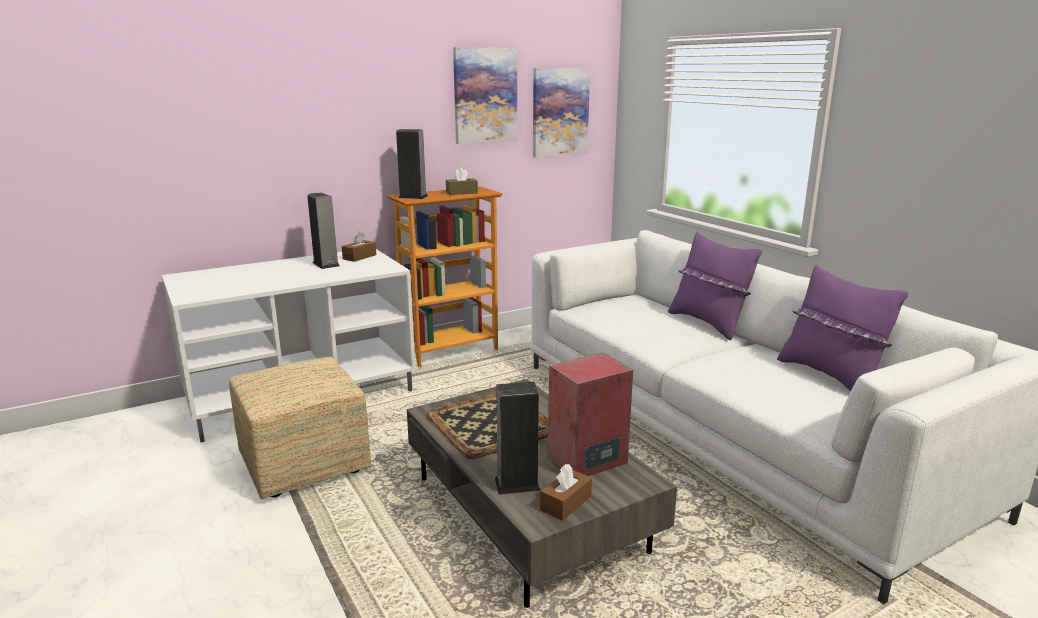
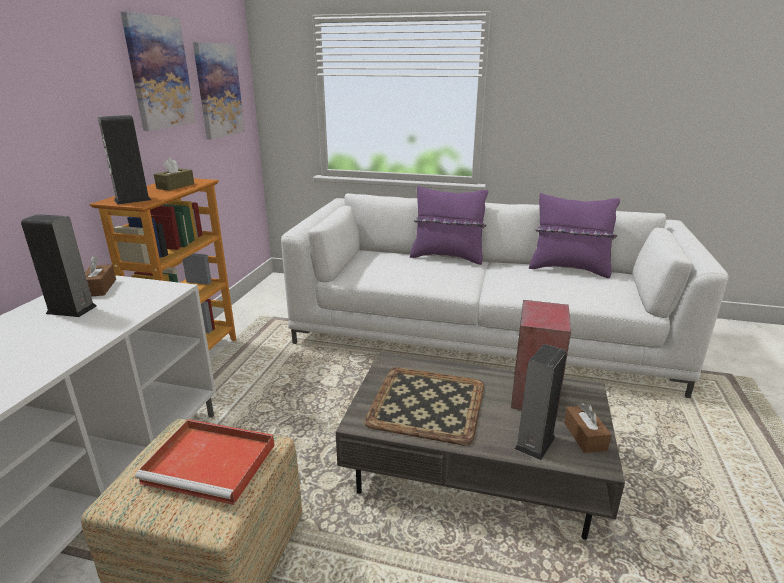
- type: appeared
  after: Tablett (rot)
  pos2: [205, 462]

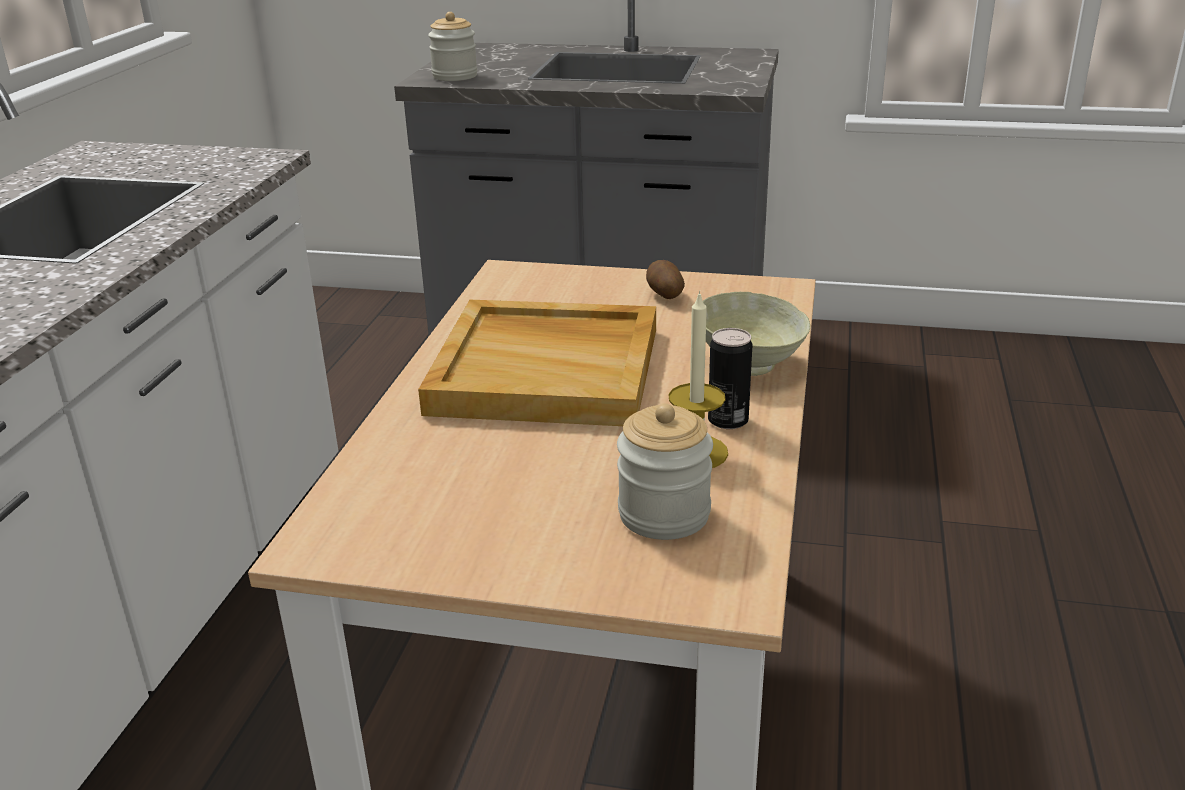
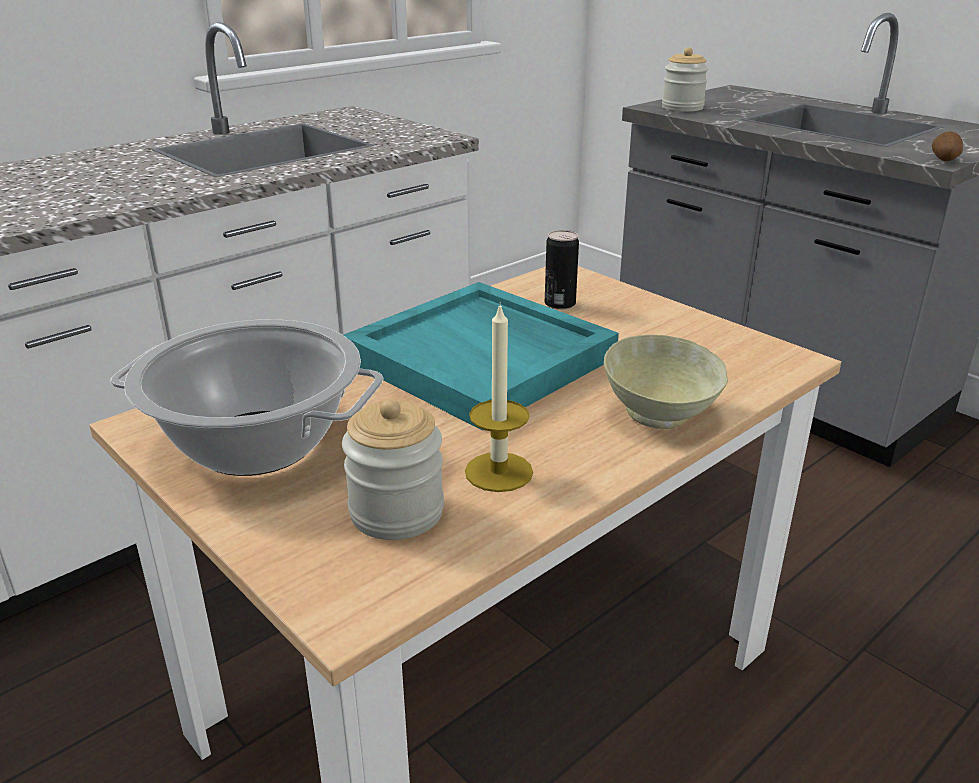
- type: relocated
  before: Kartoffel
  pos1: [665, 279]
  pos2: [947, 146]
- type: colour
  before: Tablett (beige)
  after: Tablett (türkis)
  pos1: [537, 363]
  pos2: [481, 356]
- type: relocated
  before: Dose
  pos1: [730, 378]
  pos2: [562, 270]
- type: appeared
  after: Kochtopf
  pos2: [246, 397]

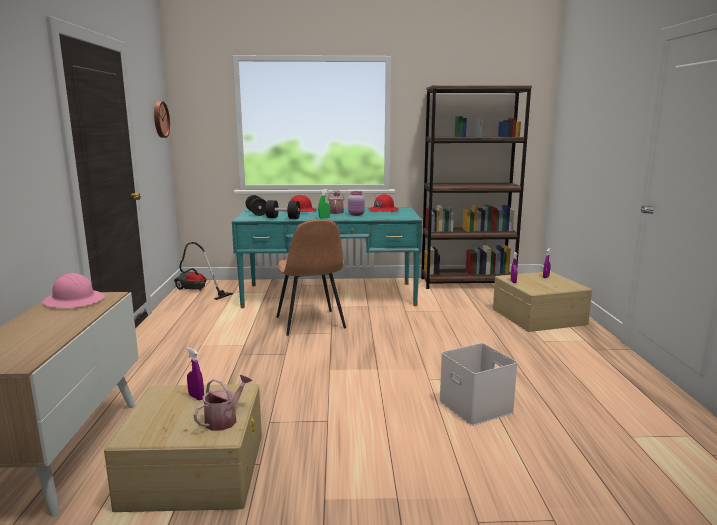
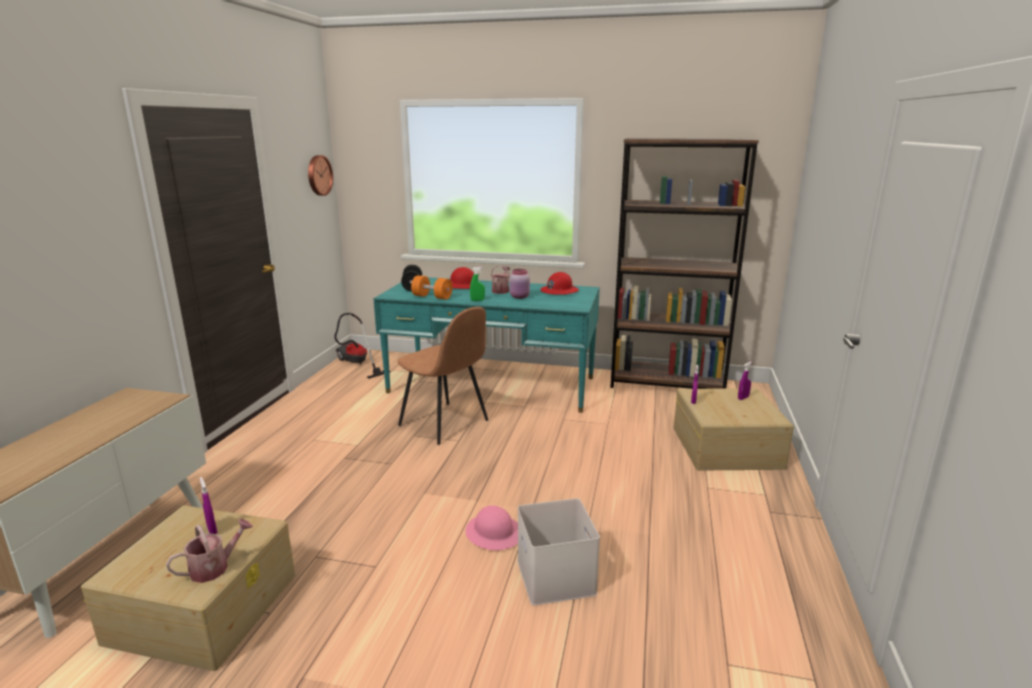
- type: colour
  before: Hantel (schwarz)
  after: Hantel (orange)
  pos1: [282, 209]
  pos2: [431, 287]
- type: spun
  before: Stuhl (braun)
  pos1: [311, 277]
  pos2: [442, 376]
  turn: -45
- type: relocated
  before: Schutzhelm (rosa)
  pos1: [73, 290]
  pos2: [491, 527]

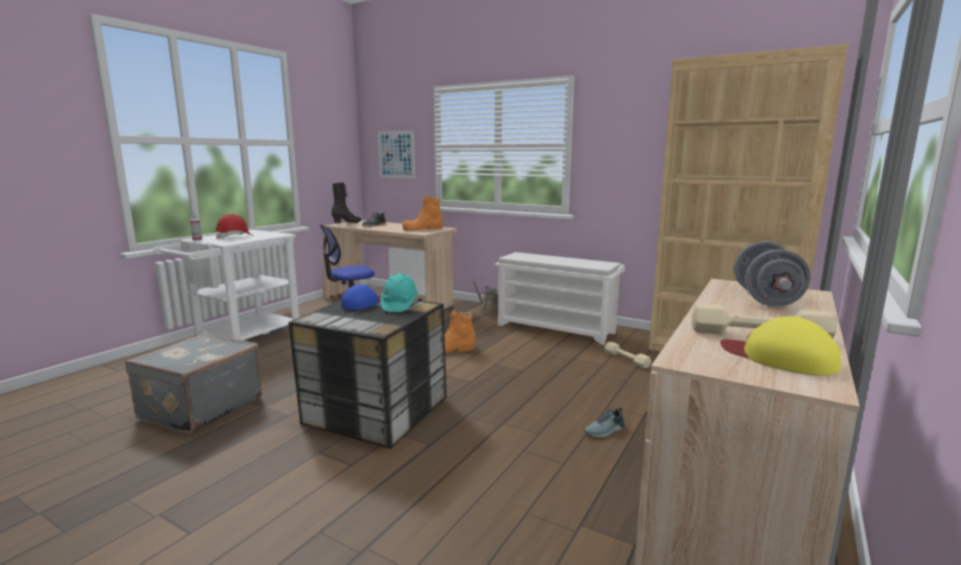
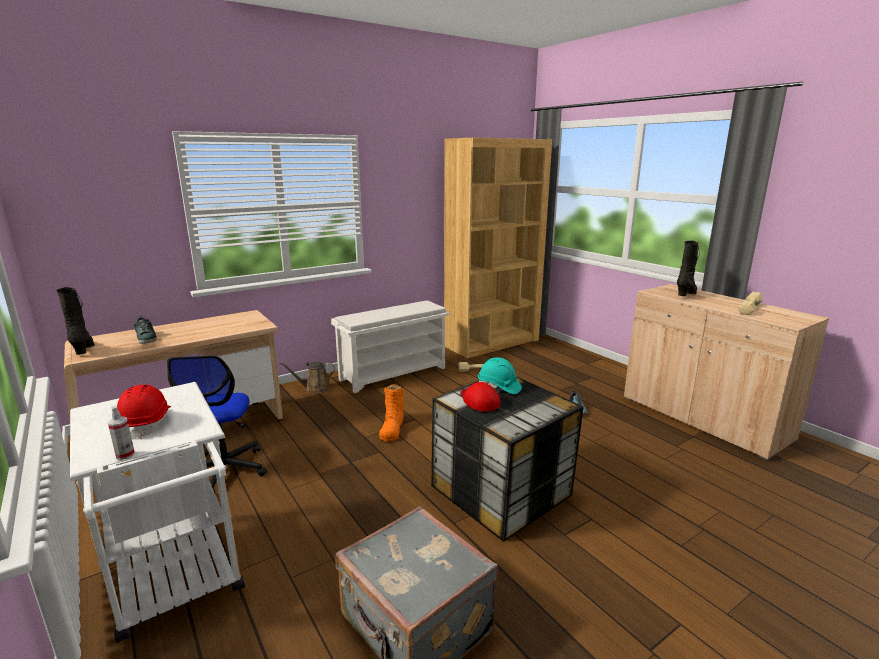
- type: missing
  before: Bild
  pos1: [396, 154]
- type: missing
  before: Stiefel (orange)
  pos1: [422, 213]
- type: exchanged
  before: Hantel (grau)
  after: Stiefel (schwarz)
  pos1: [772, 274]
  pos2: [688, 268]
- type: colour
  before: Kappe (blau)
  after: Kappe (rot)
  pos1: [361, 297]
  pos2: [480, 396]
- type: missing
  before: Kappe (gelb)
  pos1: [780, 346]

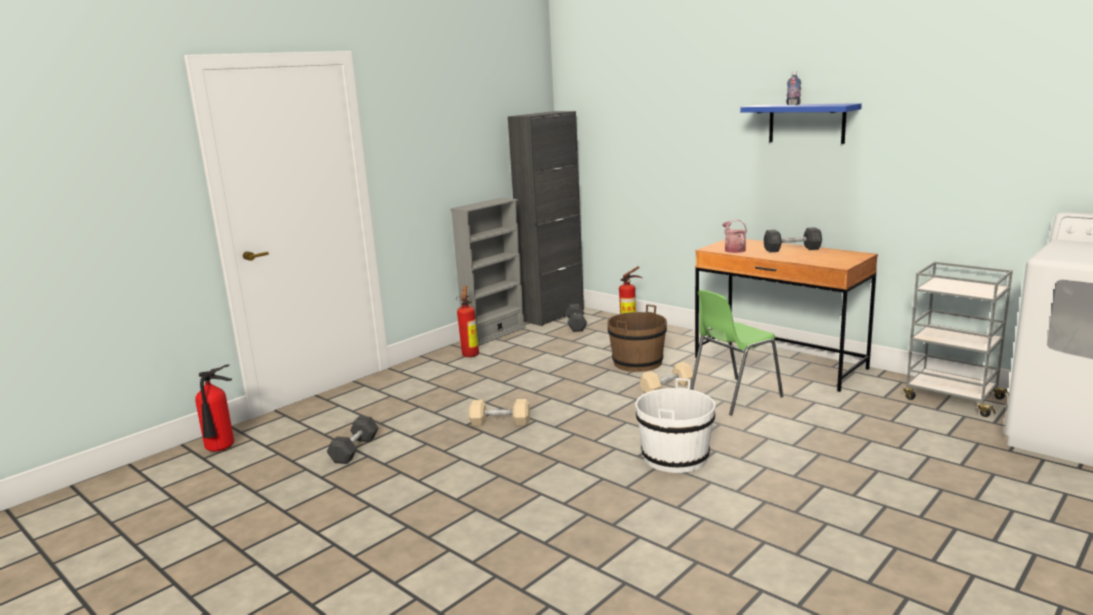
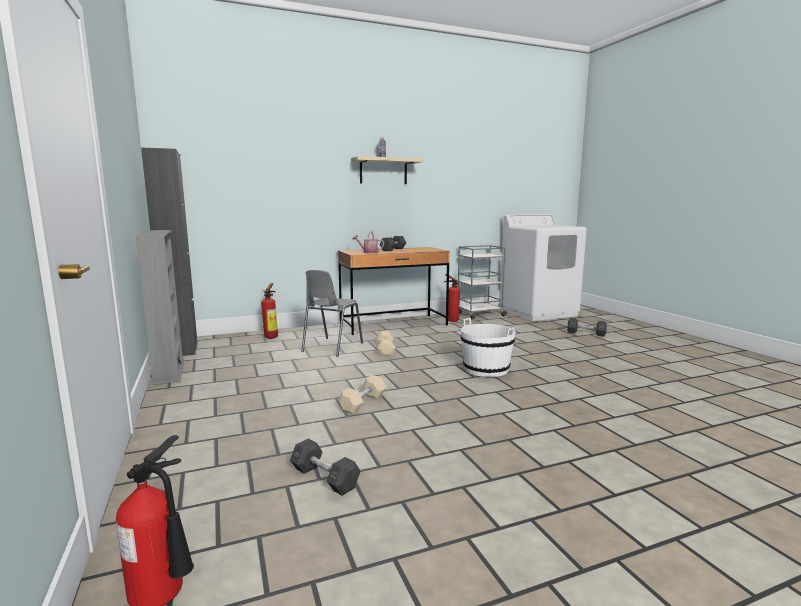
- type: colour
  before: Wandregal (blau)
  after: Wandregal (beige)
  pos1: [801, 123]
  pos2: [387, 170]
- type: relocated
  before: Feuerlöscher
  pos1: [468, 321]
  pos2: [451, 298]
- type: missing
  before: Stuhl (grün)
  pos1: [737, 353]
- type: relocated
  before: Hantel (grau)
  pos1: [576, 318]
  pos2: [587, 327]
- type: exchanged
  before: Eimer (braun)
  after: Stuhl (grau)
  pos1: [637, 338]
  pos2: [332, 313]

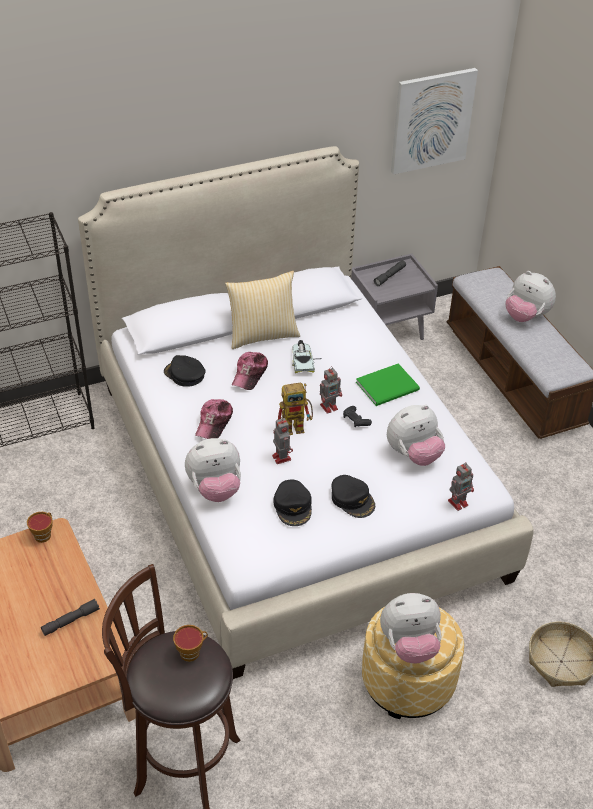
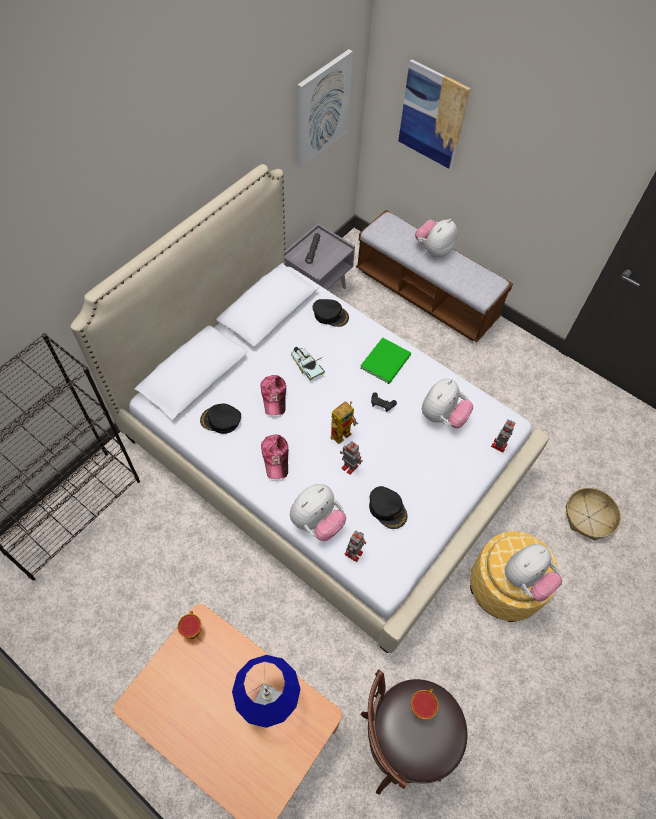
- type: missing
  before: Kissen
  pos1: [262, 310]
- type: spun
  before: Plüschtier
  pos1: [531, 296]
  pos2: [436, 238]
  turn: 120
- type: relocated
  before: Spielzeugroboter
  pos1: [331, 390]
  pos2: [355, 546]
- type: relocated
  before: Kappe (schwarz)
  pos1: [353, 496]
  pos2: [331, 313]
- type: exchanged
  before: Taschenlampe (grau)
  after: Tischlampe (blau)
  pos1: [70, 617]
  pos2: [266, 691]
- type: appeared
  after: Bild
  pos2: [434, 114]

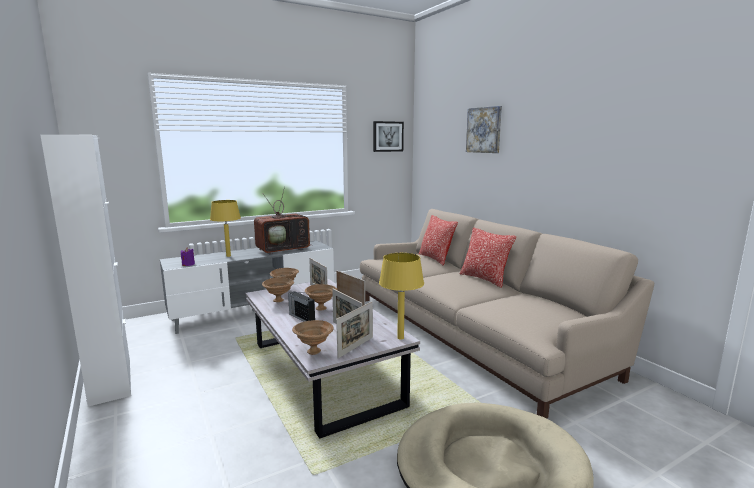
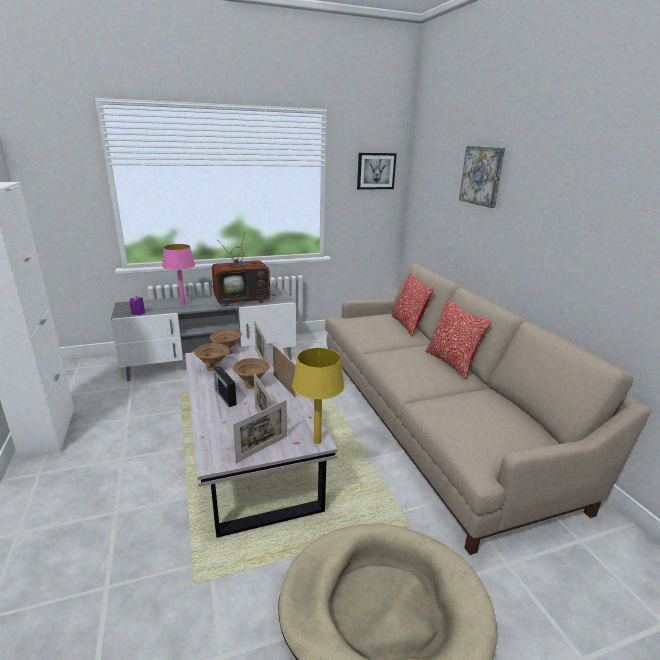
- type: colour
  before: Tischlampe (gelb)
  after: Tischlampe (rosa)
  pos1: [225, 228]
  pos2: [178, 274]
- type: missing
  before: Schüssel (braun)
  pos1: [313, 337]

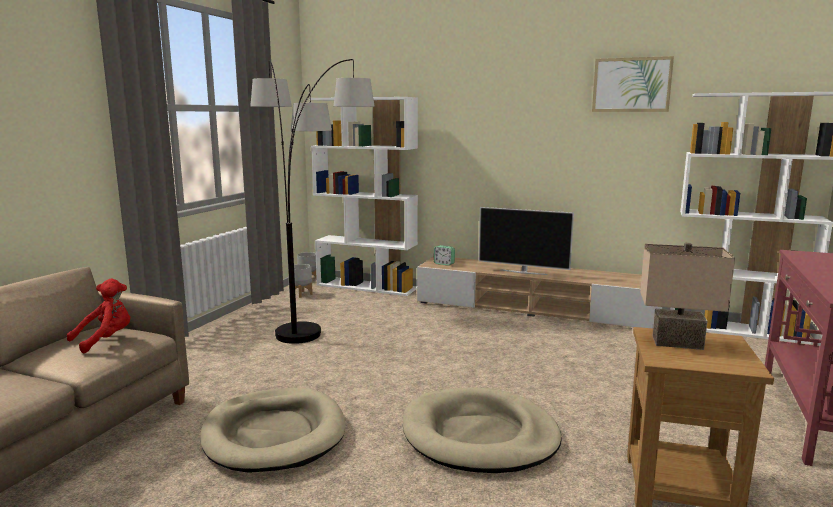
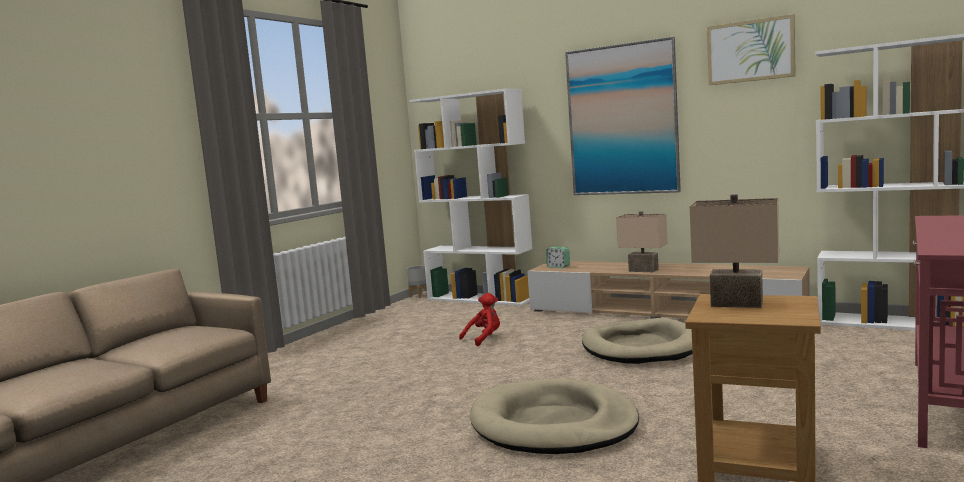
- type: missing
  before: Stehlampe
  pos1: [313, 201]
- type: exchanged
  before: Fernseher
  after: Tischlampe (beige)
  pos1: [526, 241]
  pos2: [642, 241]
- type: missing
  before: Pflanzkübel (grau)
  pos1: [303, 281]
- type: relocated
  before: Plüschtier (rot)
  pos1: [98, 316]
  pos2: [479, 319]
- type: relocated
  before: Hundebett (beige)
  pos1: [273, 430]
  pos2: [637, 341]
- type: appeared
  after: Bild
  pos2: [623, 116]

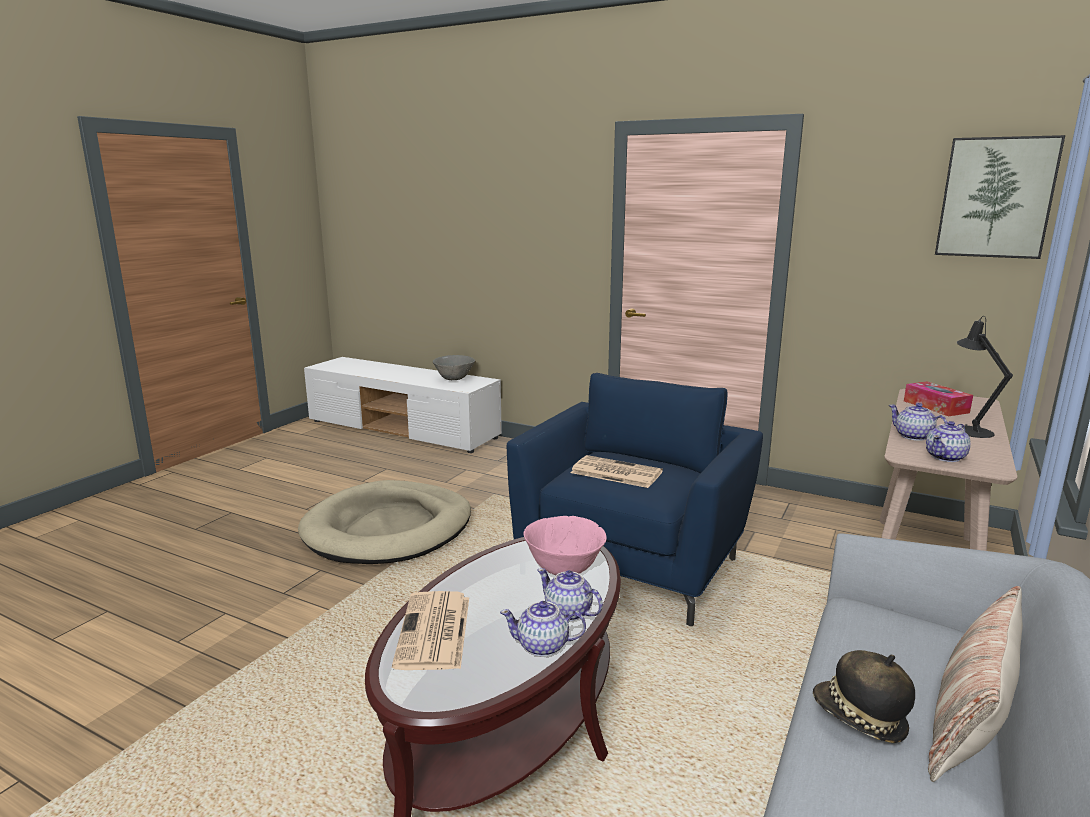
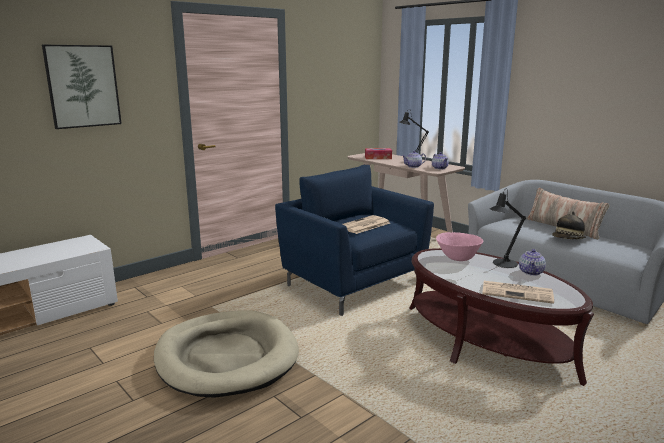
- type: relocated
  before: Bild
  pos1: [1000, 197]
  pos2: [82, 87]
- type: missing
  before: Schüssel (grau)
  pos1: [454, 367]
- type: exchanged
  before: Teekanne
  after: Tischlampe (schwarz)
  pos1: [570, 595]
  pos2: [508, 228]

